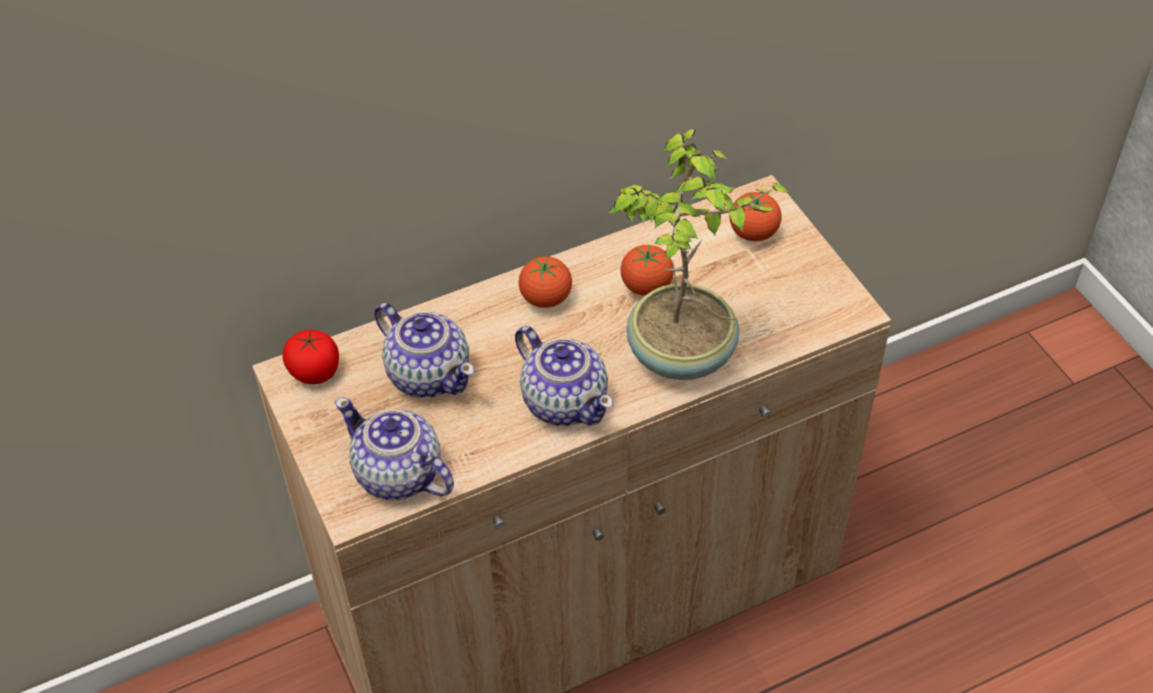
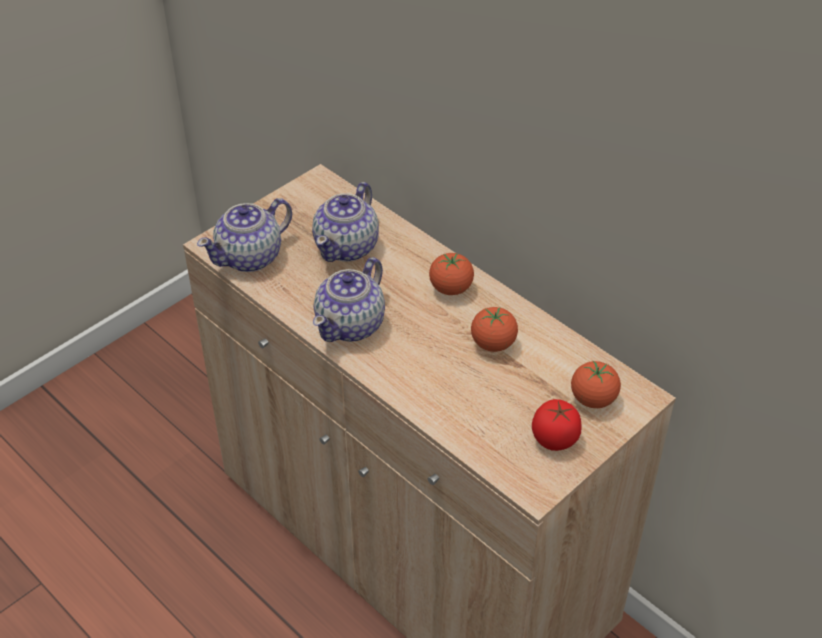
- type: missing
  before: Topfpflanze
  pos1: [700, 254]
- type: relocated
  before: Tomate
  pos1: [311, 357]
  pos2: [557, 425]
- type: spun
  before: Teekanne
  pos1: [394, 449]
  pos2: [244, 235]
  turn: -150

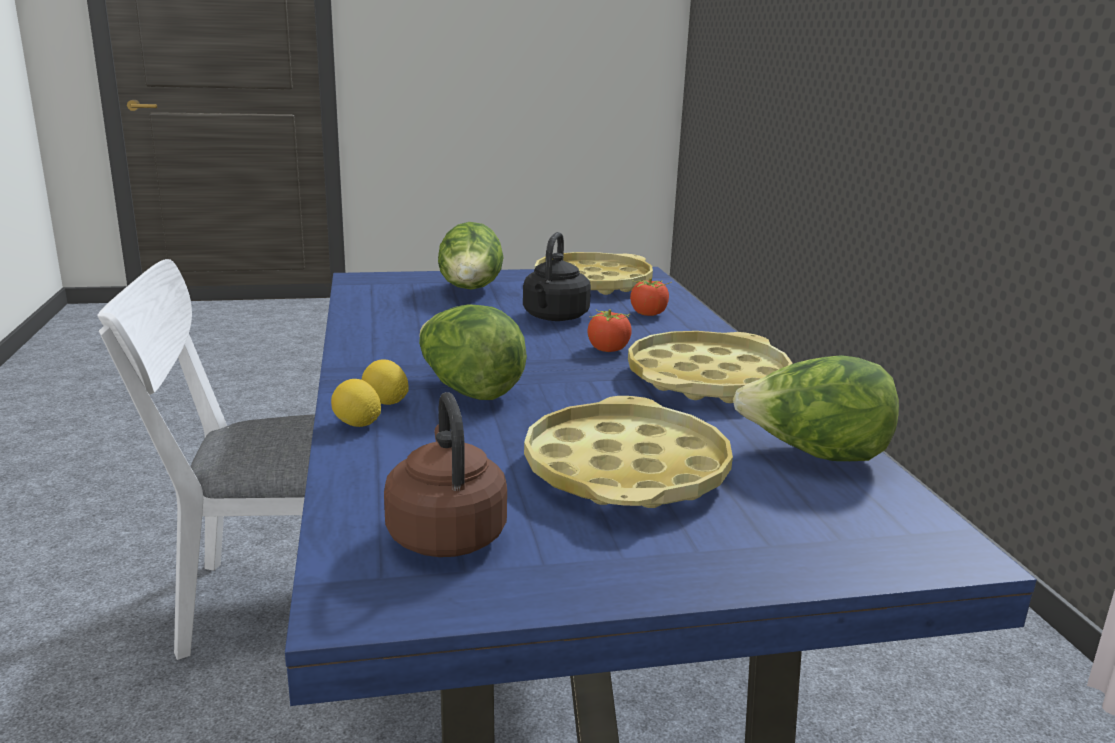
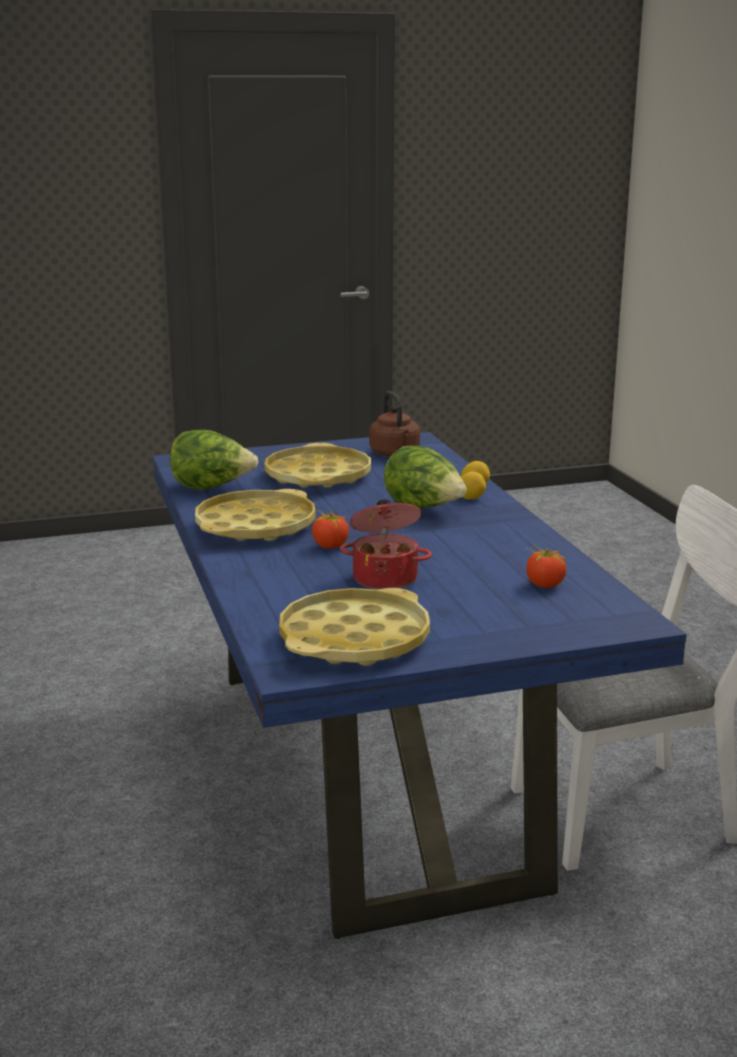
- type: missing
  before: Salatkopf
  pos1: [470, 256]
- type: exchanged
  before: Wasserkessel (schwarz)
  after: Kochtopf
  pos1: [557, 276]
  pos2: [386, 544]
- type: relocated
  before: Tomate
  pos1: [650, 297]
  pos2: [546, 565]

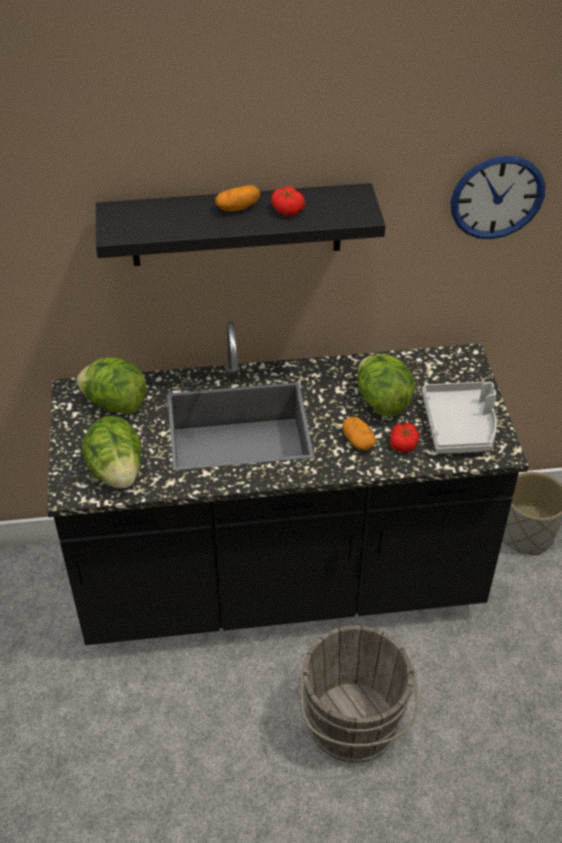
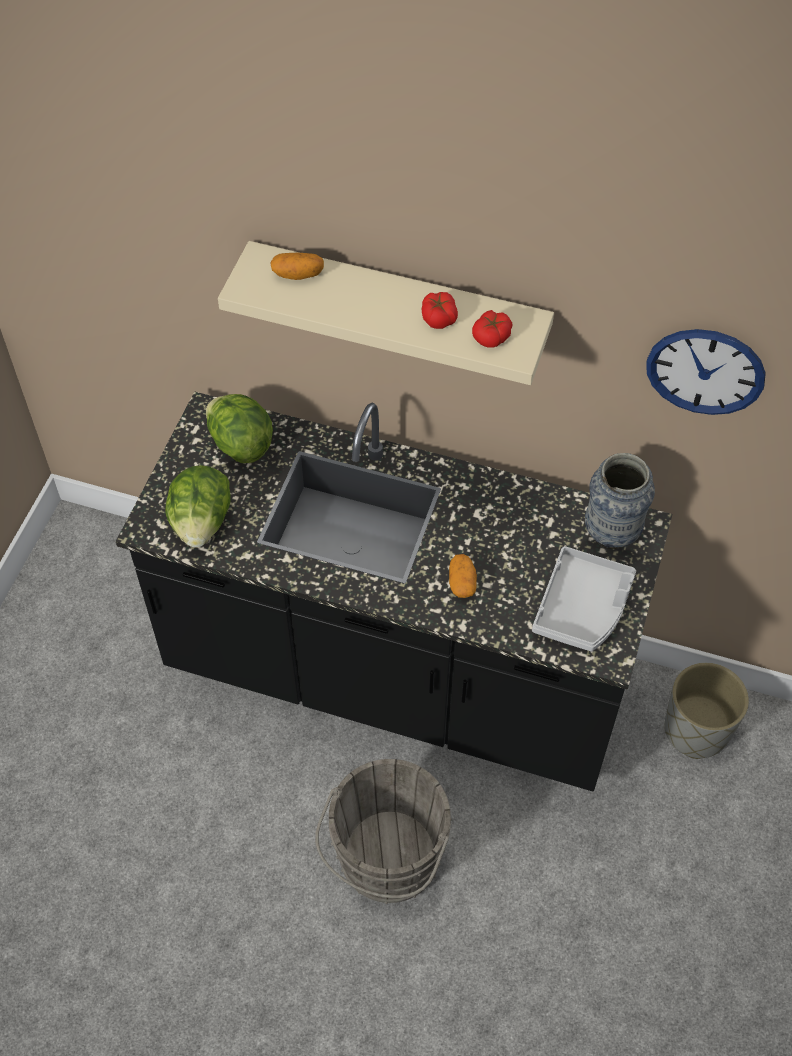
- type: colour
  before: Wandregal (schwarz)
  after: Wandregal (beige)
  pos1: [241, 224]
  pos2: [386, 313]
- type: relocated
  before: Kartoffel
  pos1: [237, 198]
  pos2: [297, 266]
- type: missing
  before: Salatkopf
  pos1: [386, 385]
- type: relocated
  before: Tomate
  pos1: [404, 437]
  pos2: [492, 329]
- type: appeared
  after: Vase
  pos2: [620, 501]

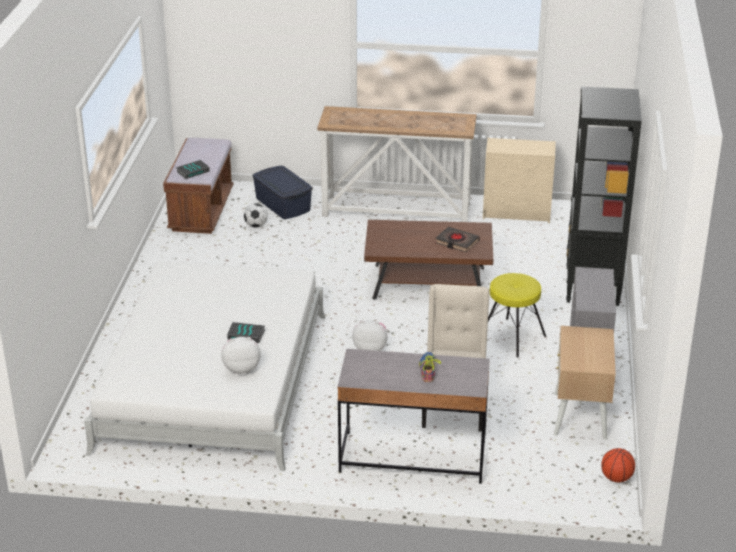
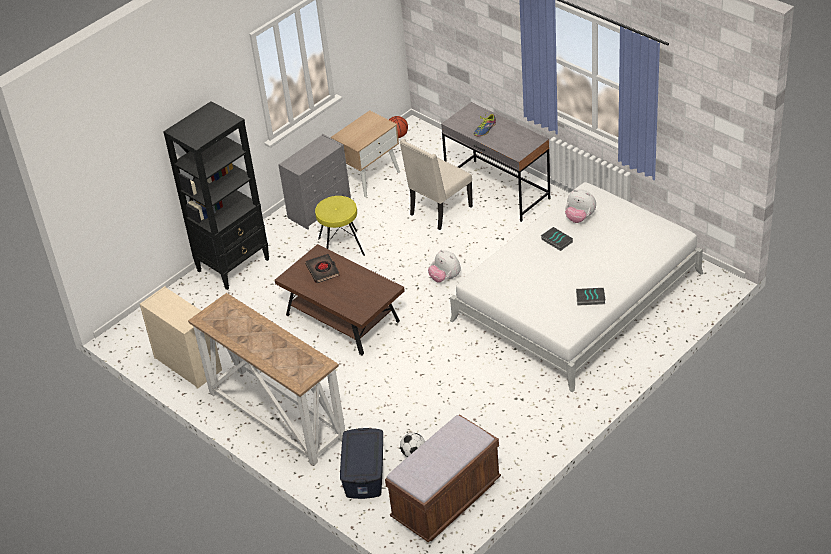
- type: relocated
  before: Buch
  pos1: [193, 169]
  pos2: [591, 297]

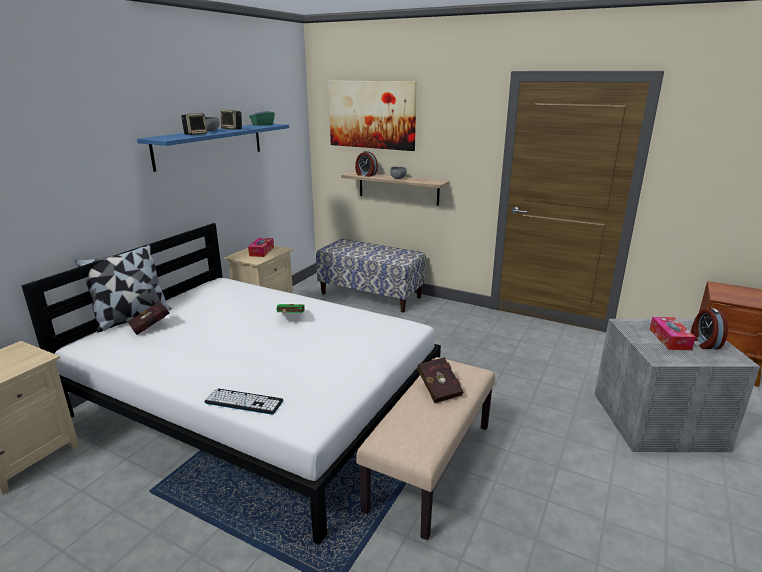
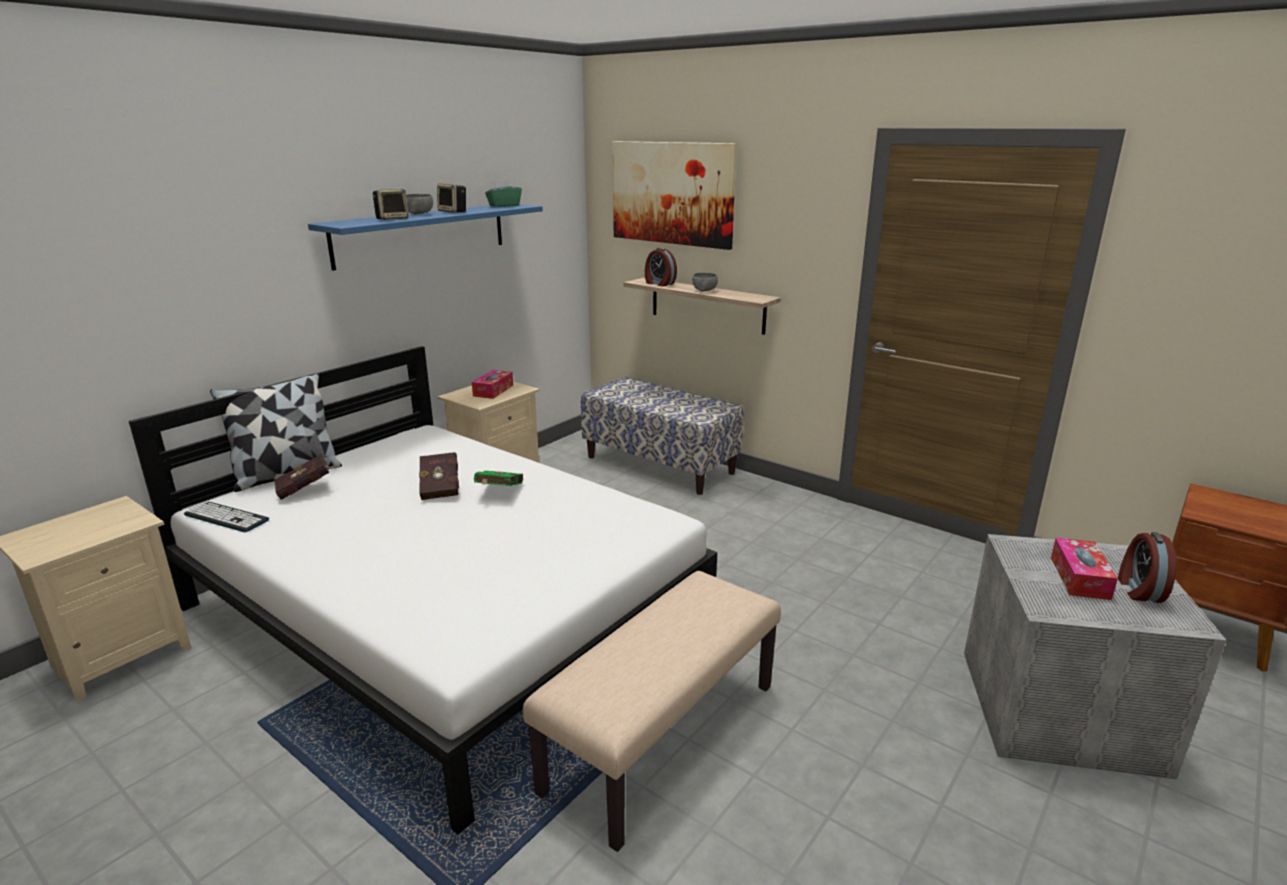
- type: relocated
  before: Buch (rot)
  pos1: [440, 380]
  pos2: [439, 476]
- type: relocated
  before: Tastatur
  pos1: [243, 402]
  pos2: [226, 517]

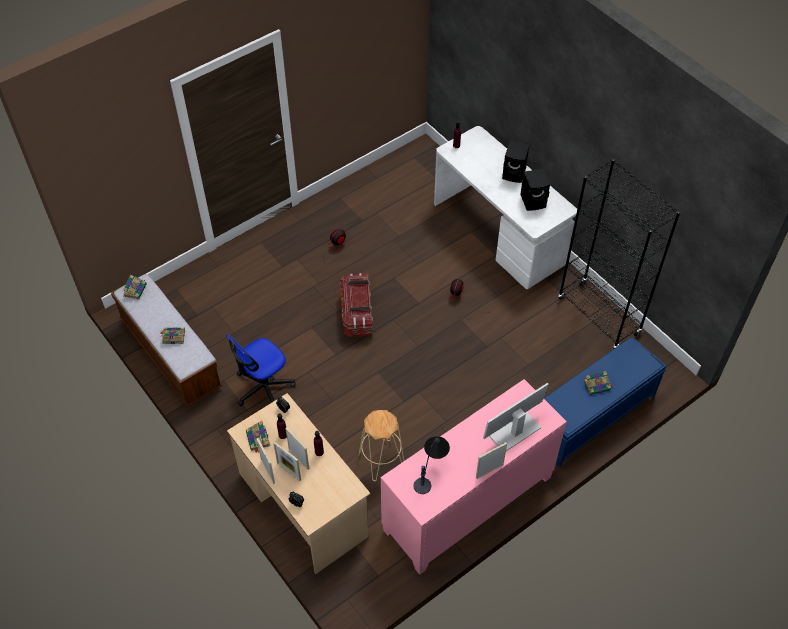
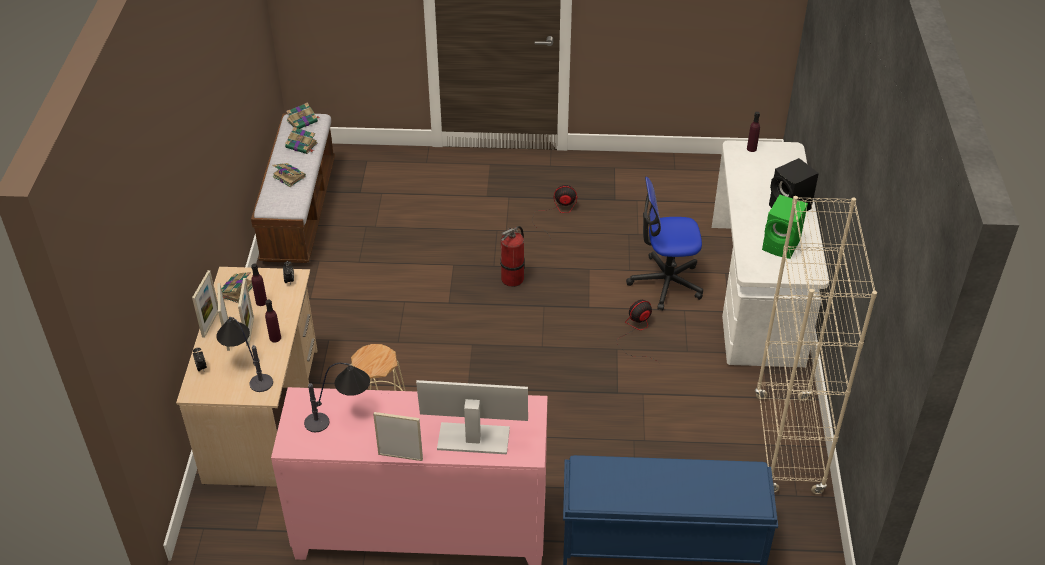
- type: colour
  before: Bücherregal (schwarz)
  after: Bücherregal (beige)
  pos1: [619, 254]
  pos2: [816, 345]
- type: colour
  before: Lautsprecher (schwarz)
  after: Lautsprecher (grün)
  pos1: [535, 190]
  pos2: [785, 226]
- type: exchanged
  before: Aufbewahrungsbox
  after: Feuerlöscher
  pos1: [356, 305]
  pos2: [512, 256]
- type: relocated
  before: Bürostuhl
  pos1: [261, 370]
  pos2: [664, 244]
- type: relocated
  before: Buch
  pos1: [598, 383]
  pos2: [301, 140]
- type: appeared
  after: Tischlampe
  pos2: [244, 354]

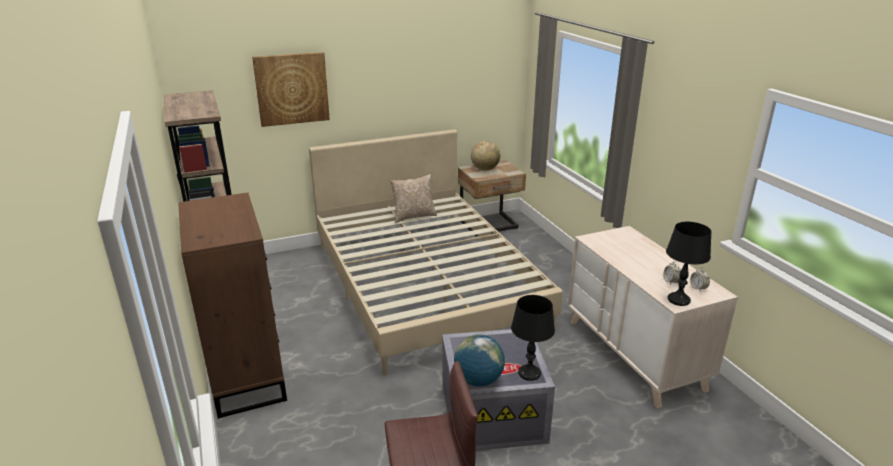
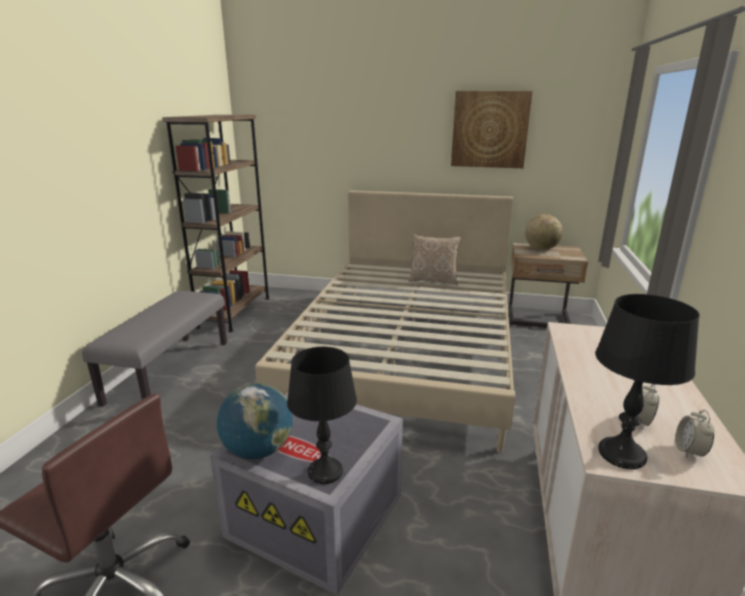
- type: relocated
  before: Bild
  pos1: [291, 89]
  pos2: [491, 129]
- type: exchanged
  before: Kommode (braun)
  after: Bank (grau)
  pos1: [232, 305]
  pos2: [154, 349]

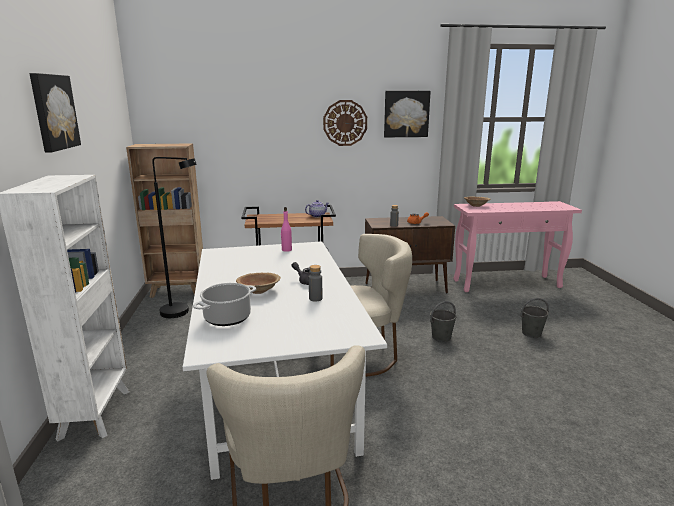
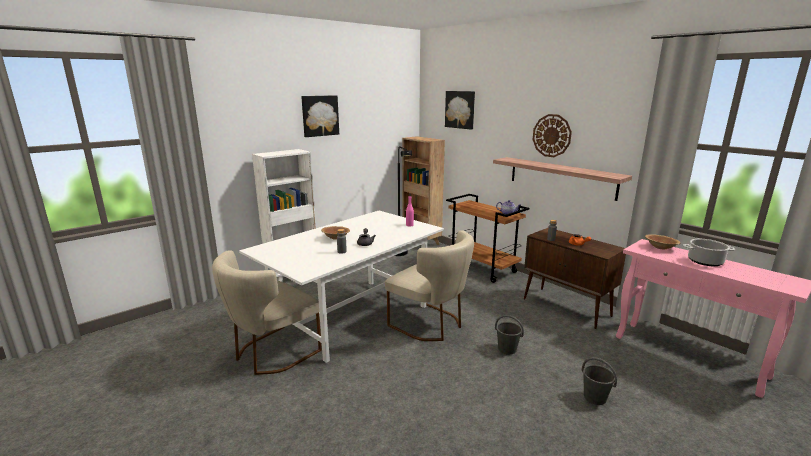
- type: relocated
  before: Bild
  pos1: [407, 114]
  pos2: [460, 110]
- type: relocated
  before: Kochtopf
  pos1: [224, 304]
  pos2: [709, 252]
- type: appeared
  after: Wandregal
  pos2: [562, 179]

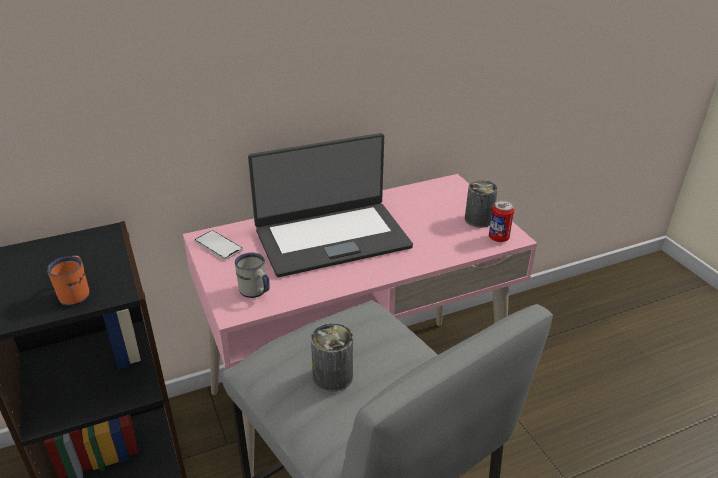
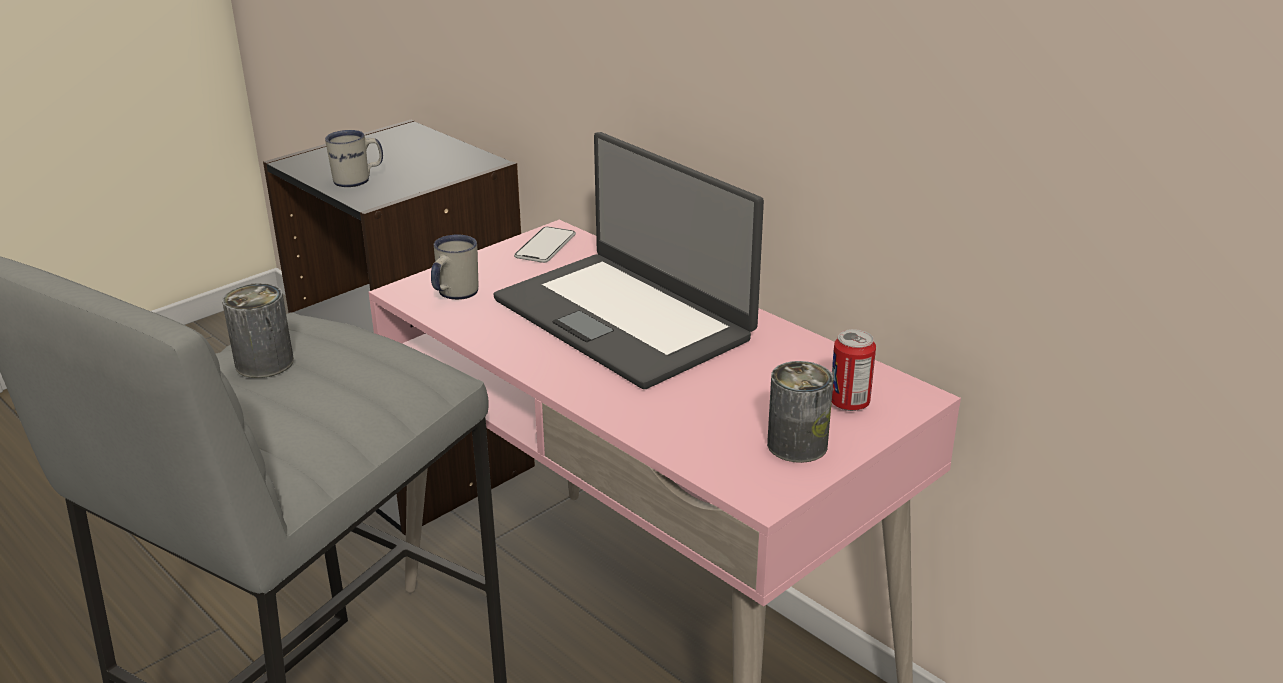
- type: relocated
  before: Dose
  pos1: [501, 221]
  pos2: [854, 370]
- type: colour
  before: Henkelbecher (orange)
  after: Henkelbecher (weiß)
  pos1: [68, 280]
  pos2: [354, 158]

